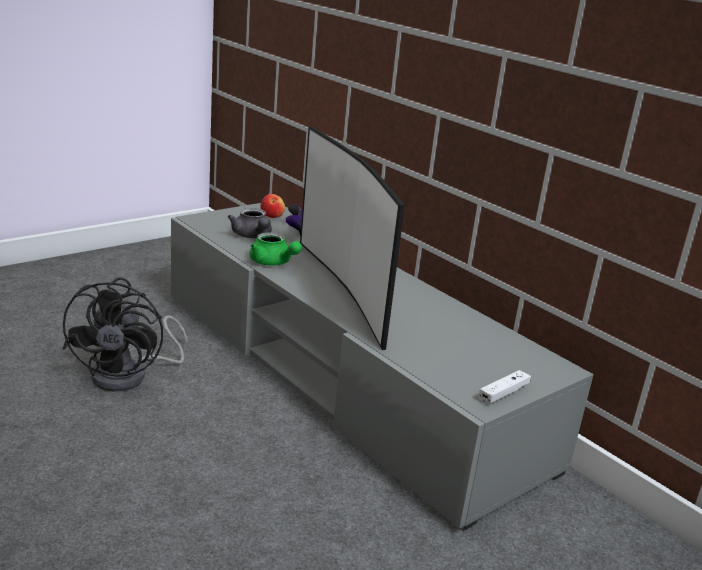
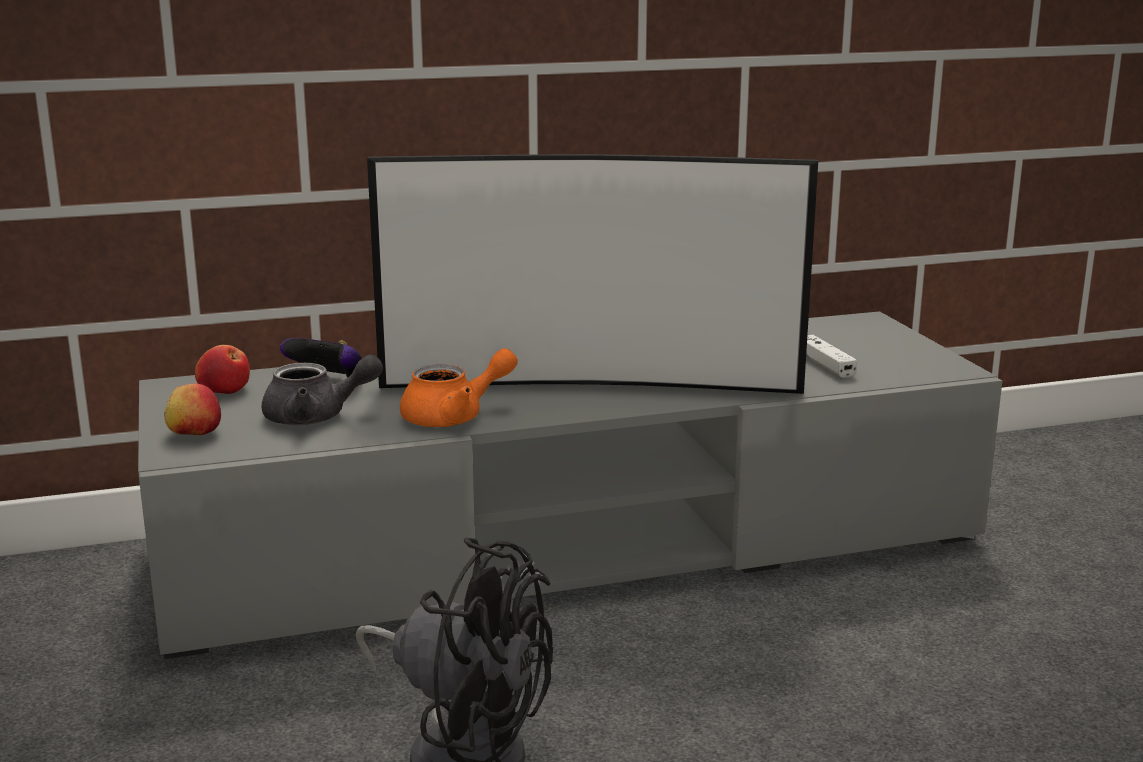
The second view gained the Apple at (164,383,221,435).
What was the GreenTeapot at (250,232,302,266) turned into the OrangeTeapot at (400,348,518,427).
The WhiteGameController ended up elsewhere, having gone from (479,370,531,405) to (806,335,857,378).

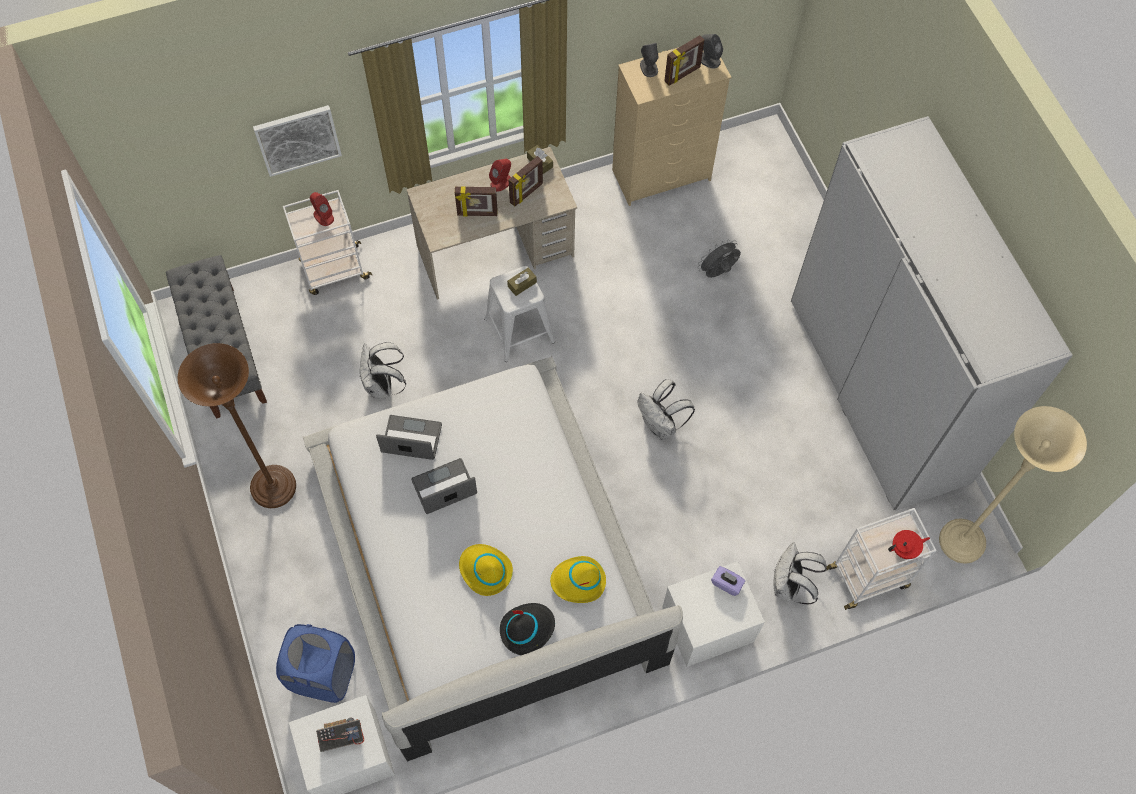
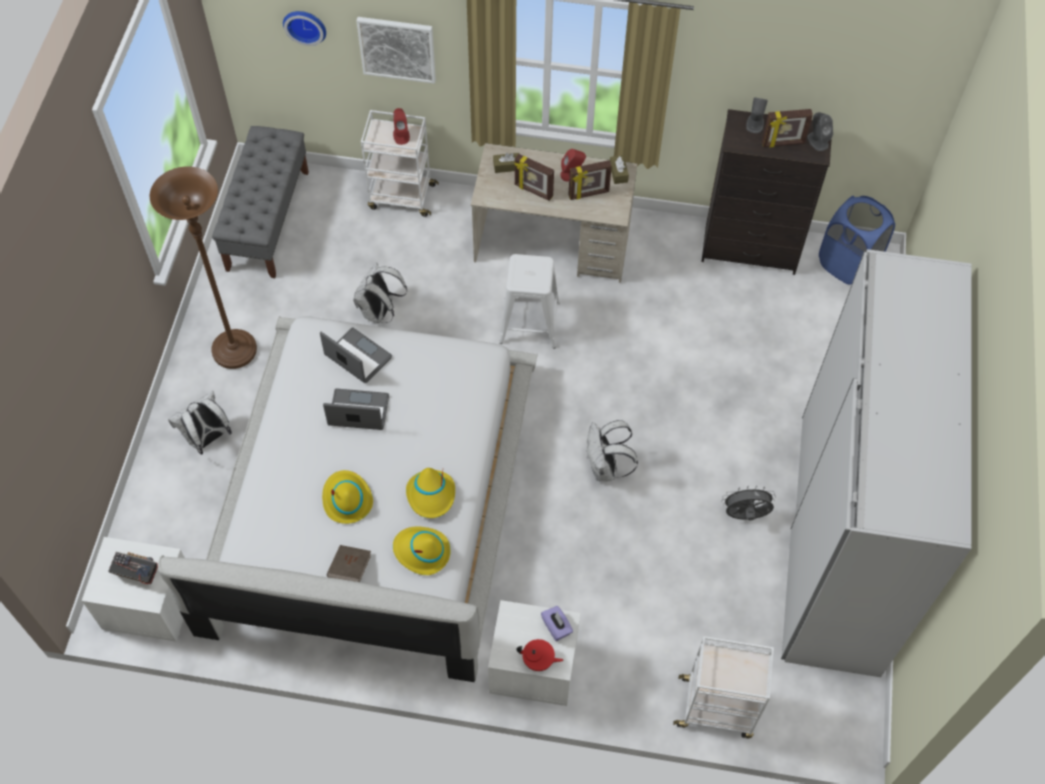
The WhiteBackpack ended up elsewhere, having gone from (773,542,827,604) to (168,391,232,455).
The second view gained the WallClock at (283,11,326,46).
Where the BlackHat stood at (500,603,555,655), the BrownBook came to stand at (327,545,371,582).
The second view gained the YellowHat at (406,468,455,518).
The BrownTissueBox ended up elsewhere, having gone from (507,267,537,296) to (493,153,519,173).
The RedTeapot ended up elsewhere, having gone from (888,530,930,559) to (516,639,563,671).
What was the BeigeDresser at (612,47,731,206) turned into the BlackDresser at (701,109,832,275).
The GreyFan ended up elsewhere, having gone from (697,239,741,278) to (721,485,776,520).
The BlueLaundryBasket ended up elsewhere, having gone from (276,624,355,703) to (819,196,895,285).
The second view lost the BeigeFloorLamp at (939,406,1087,563).

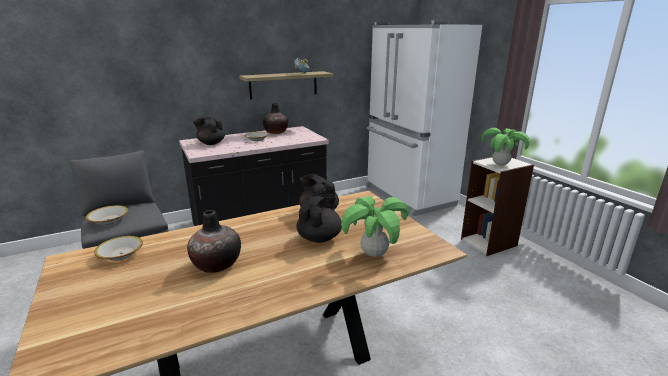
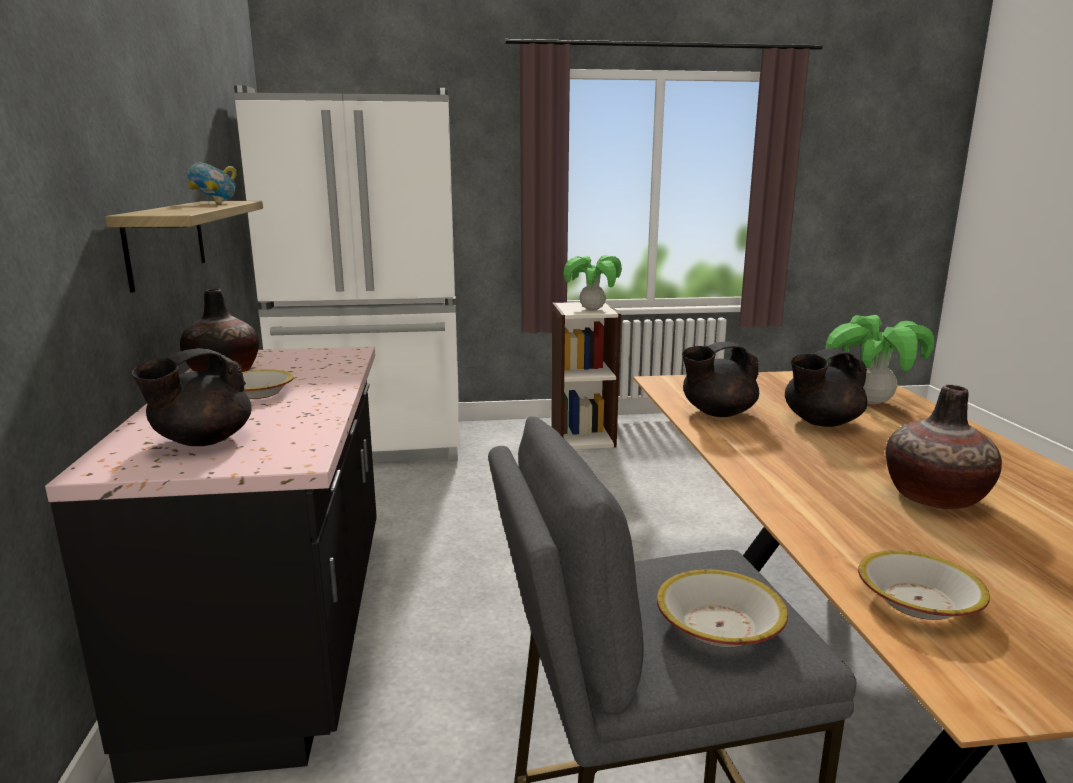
The BlackTeapot at (296,194,342,243) ended up facing another way, 75 degrees counterclockwise from before.

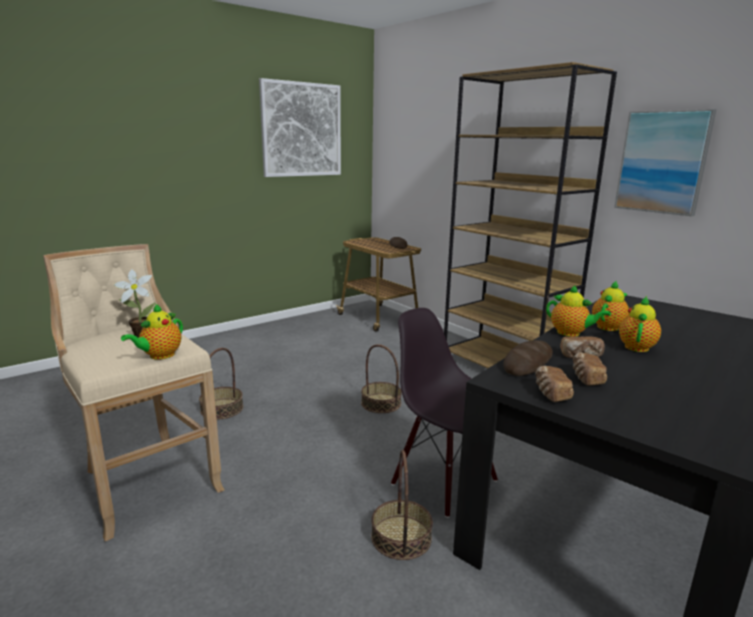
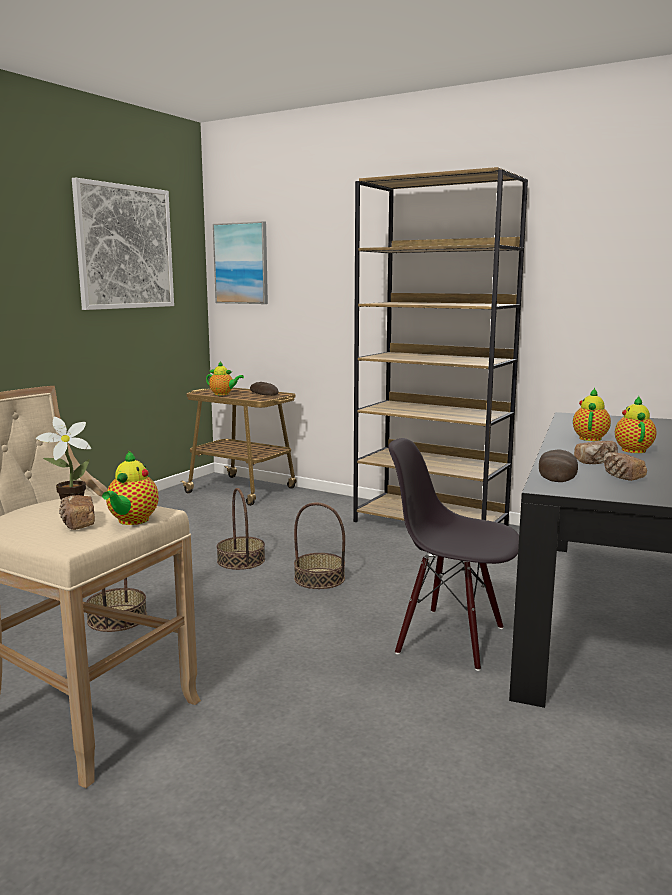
The Bread ended up elsewhere, having gone from (535,366,574,402) to (59,495,95,530).
The Teapot ended up elsewhere, having gone from (546,285,611,337) to (206,361,244,395).
The Picture ended up elsewhere, having gone from (614,109,717,216) to (213,221,268,304).
The Basket ended up elsewhere, having gone from (371,450,433,560) to (217,488,265,570).

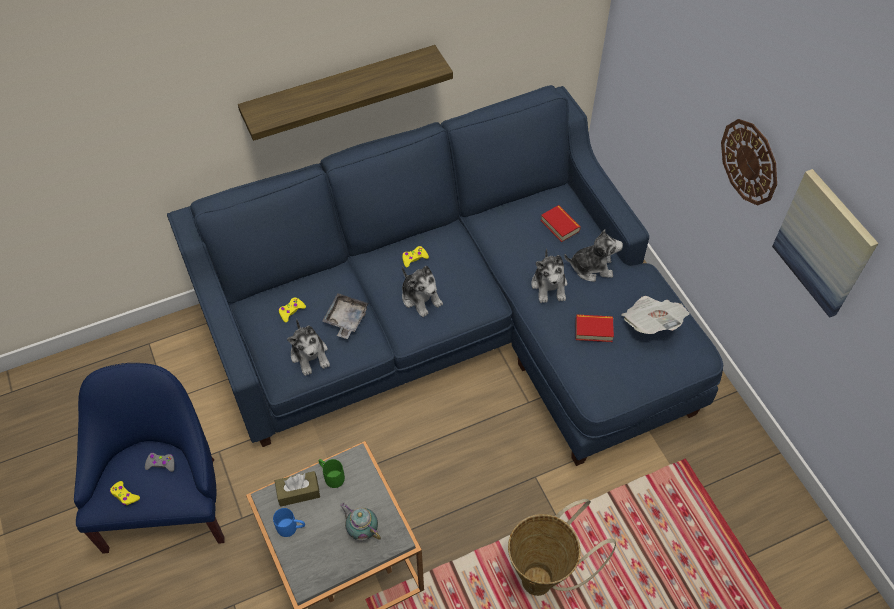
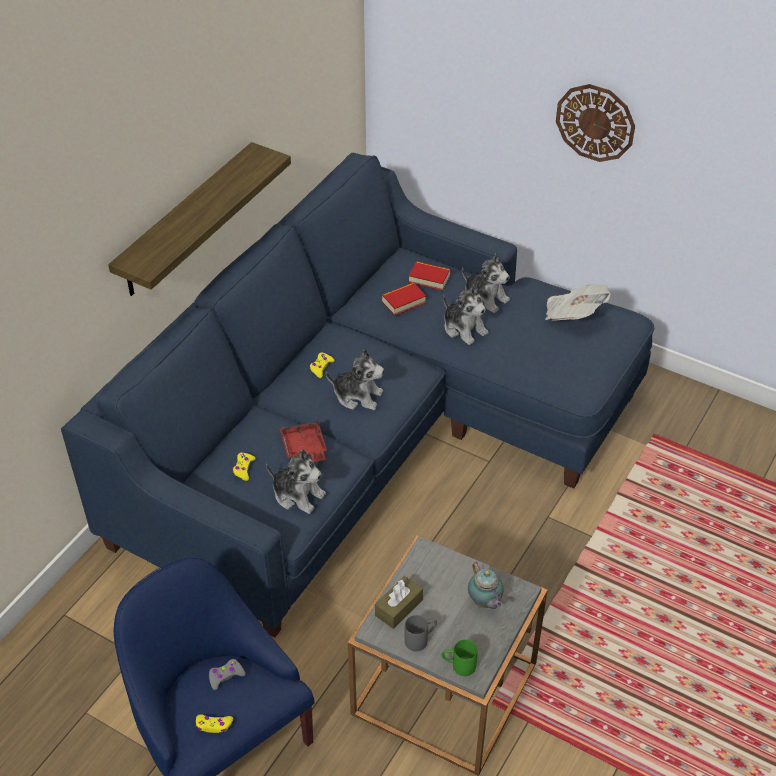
What was the GreyTray at (322,293,369,339) turned into the RedTray at (280,420,327,462).
The Book ended up elsewhere, having gone from (576,314,614,342) to (382,282,426,316).
What was the BlueMug at (273,508,305,537) turned into the GreyMug at (404,615,437,651).
The GreenMug ended up elsewhere, having gone from (319,459,345,488) to (441,639,478,676).
The PlushToy at (564,229,623,282) ended up facing another way, 75 degrees clockwise from before.
The Teapot at (340,502,381,540) ended up facing another way, 120 degrees counterclockwise from before.
The second view lost the Basket at (508,499,616,596).
The second view lost the Picture at (772,169,878,318).

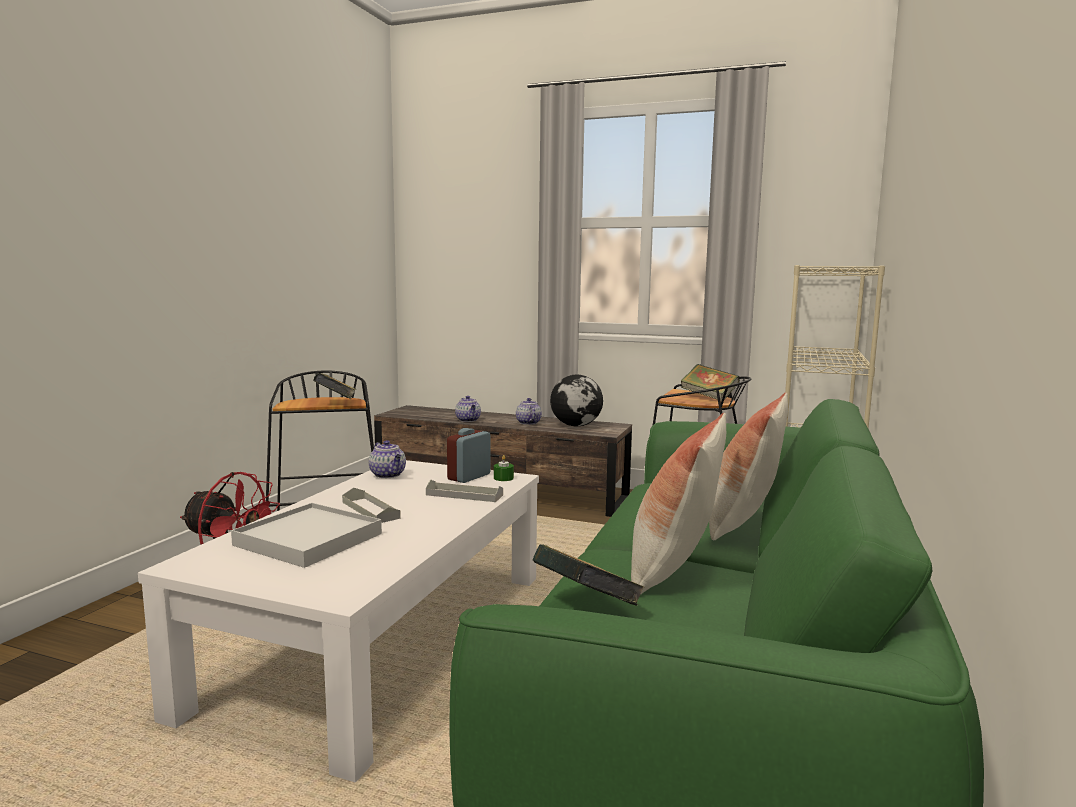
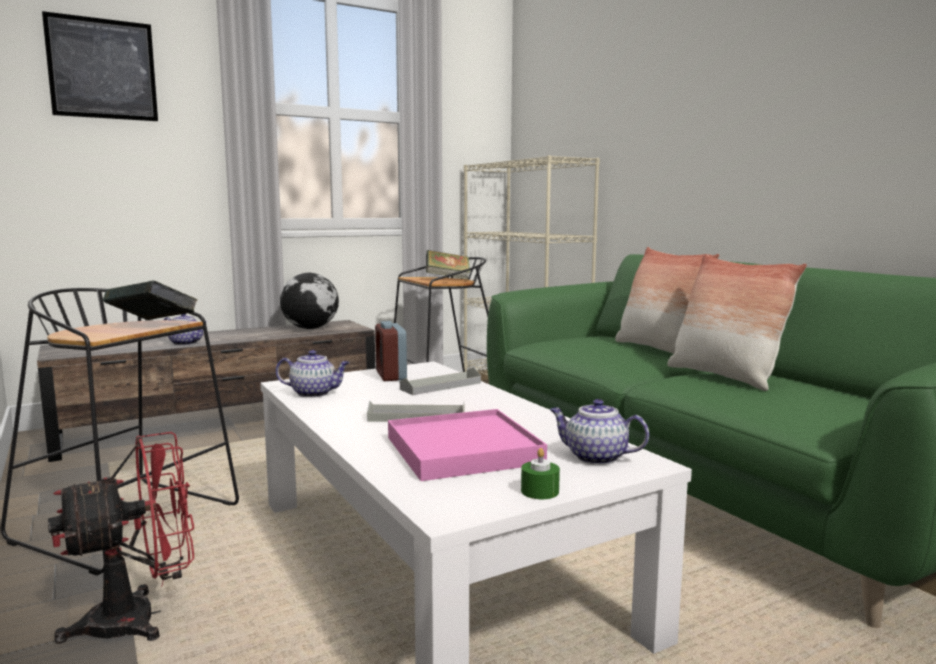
The second view gained the Picture at (42,11,158,121).
What was the WhiteTray at (231,503,382,568) turned into the PinkTray at (388,409,547,481).
The GreenCandle ended up elsewhere, having gone from (494,455,514,481) to (521,448,560,499).
The Teapot ended up elsewhere, having gone from (516,398,542,425) to (550,399,649,465).
The second view lost the Book at (533,544,645,605).

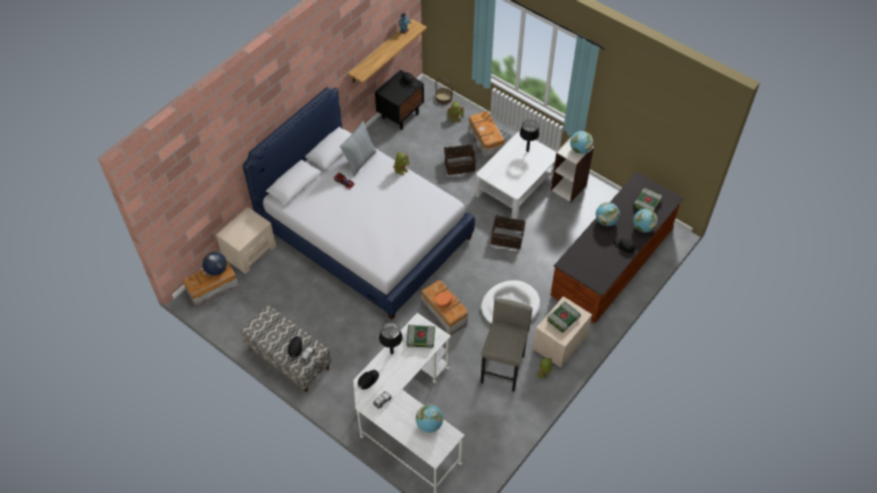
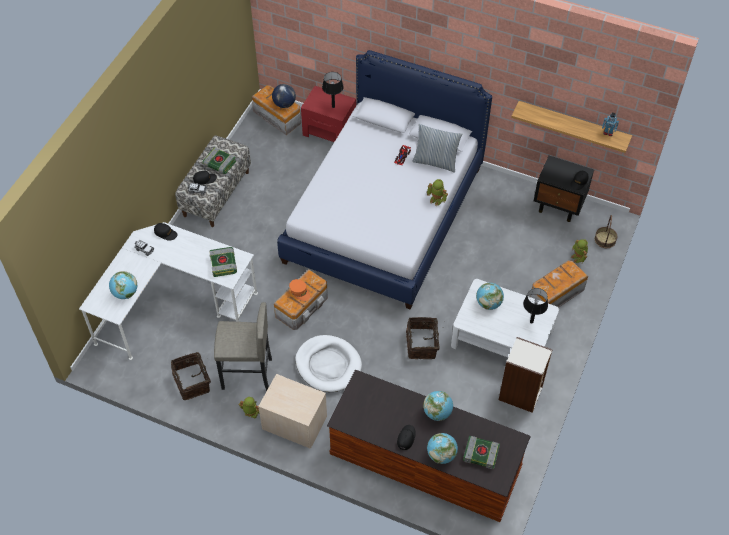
The Basket ended up elsewhere, having gone from (444,144,476,175) to (171,352,211,400).
The Book ended up elsewhere, having gone from (547,302,581,332) to (202,147,236,174).
What was the BeigeNightstand at (216,207,276,274) turned into the RedNightstand at (301,86,356,142).
The BlackTableLamp ended up elsewhere, having gone from (379,322,403,354) to (322,72,344,108).
The Globe ended up elsewhere, having gone from (570,131,593,154) to (476,283,504,310).

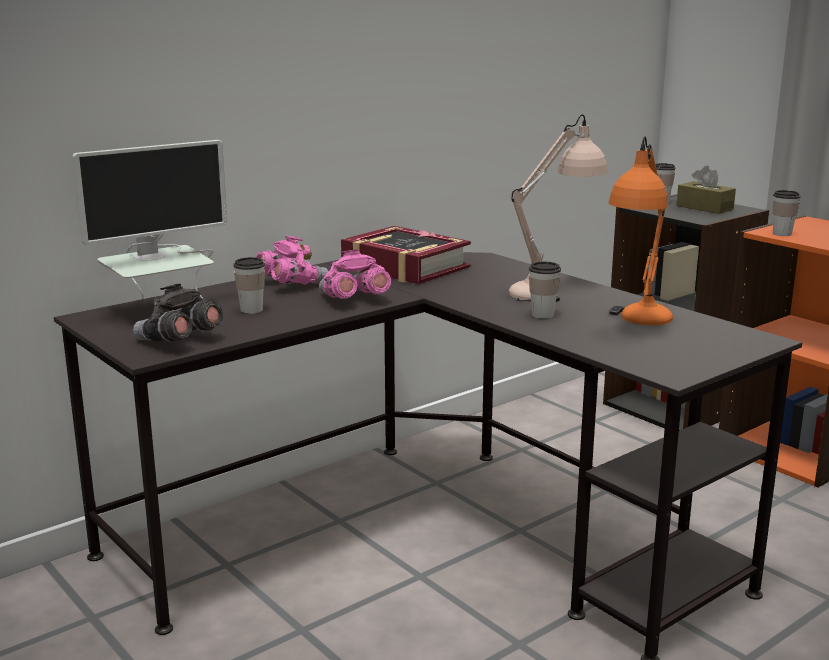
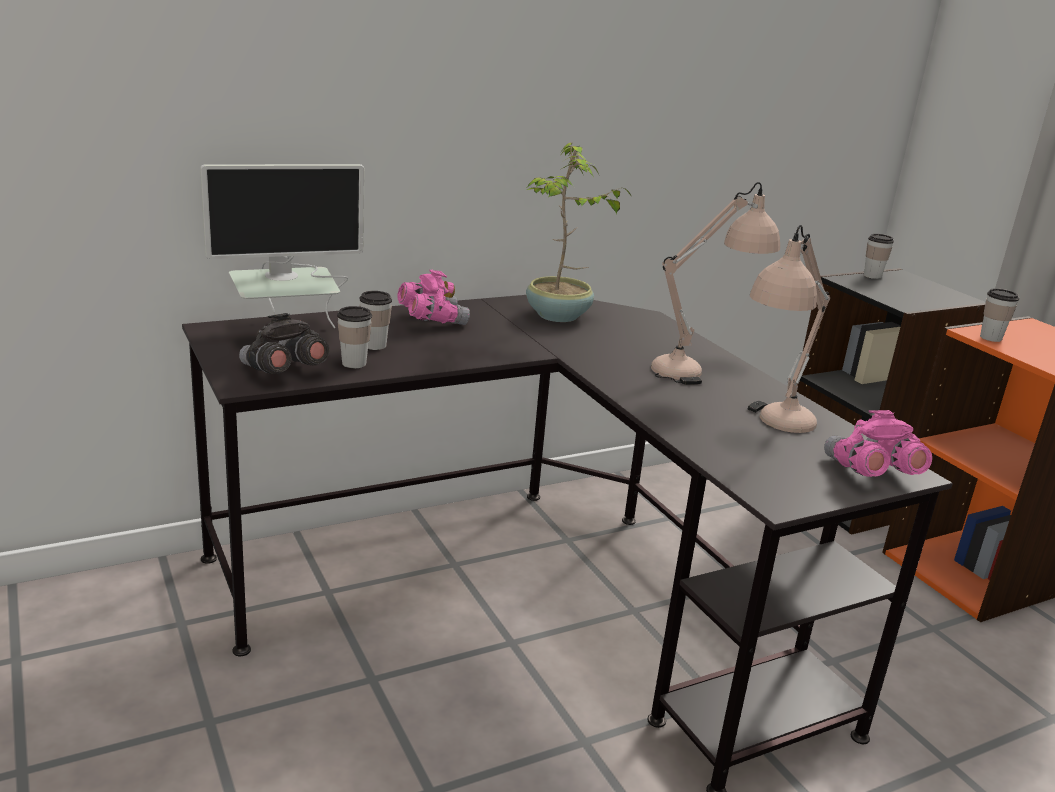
The Cup ended up elsewhere, having gone from (529,262,561,319) to (337,306,372,368).
Where the Book stood at (341,226,471,284), the PottedPlant came to stand at (526,143,632,322).
What was the OrangeTableLamp at (609,136,673,325) turned into the BeigeTableLamp at (748,225,830,433).
The PinkBinoculars ended up elsewhere, having gone from (319,249,391,299) to (824,410,932,477).
The second view lost the BrownTissueBox at (676,166,736,214).

